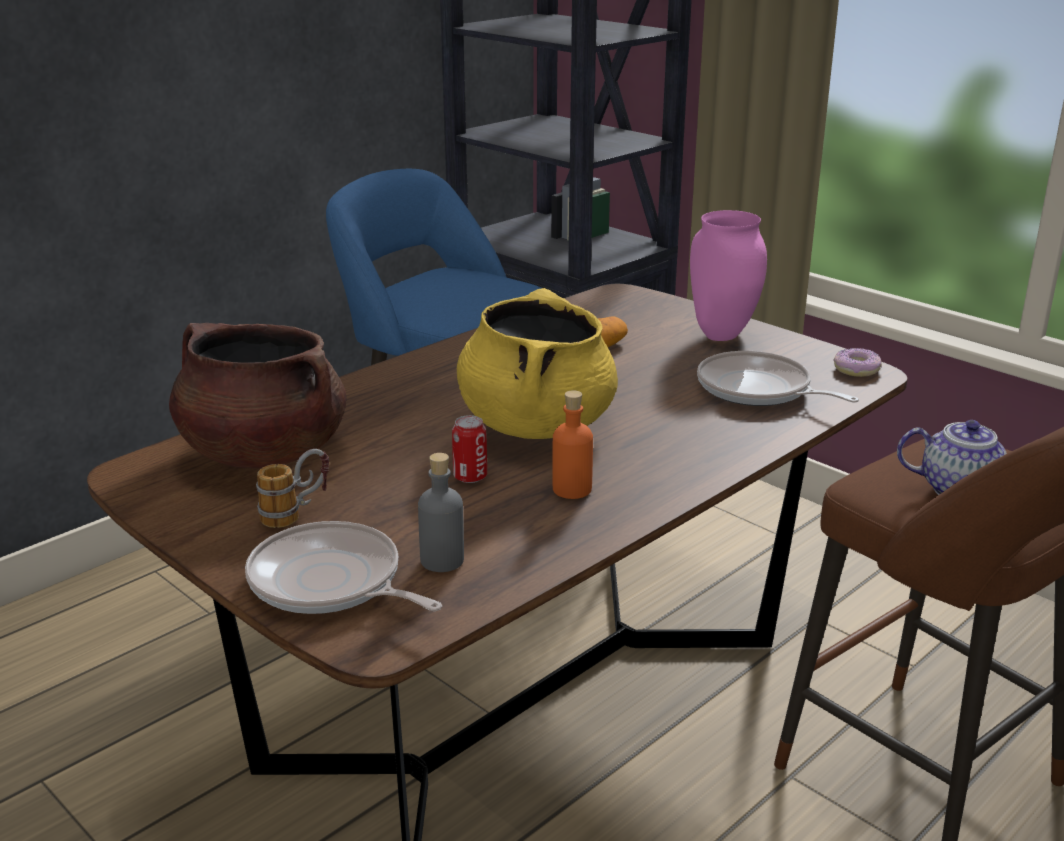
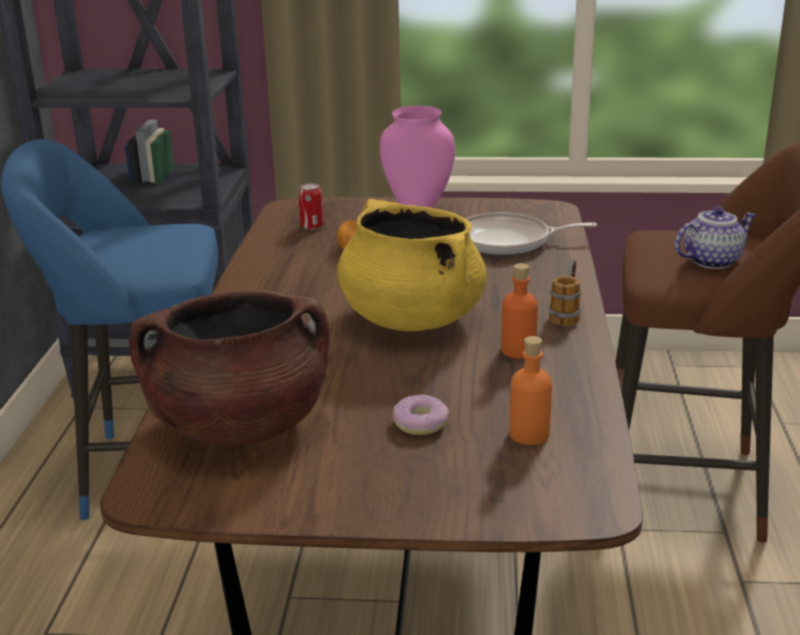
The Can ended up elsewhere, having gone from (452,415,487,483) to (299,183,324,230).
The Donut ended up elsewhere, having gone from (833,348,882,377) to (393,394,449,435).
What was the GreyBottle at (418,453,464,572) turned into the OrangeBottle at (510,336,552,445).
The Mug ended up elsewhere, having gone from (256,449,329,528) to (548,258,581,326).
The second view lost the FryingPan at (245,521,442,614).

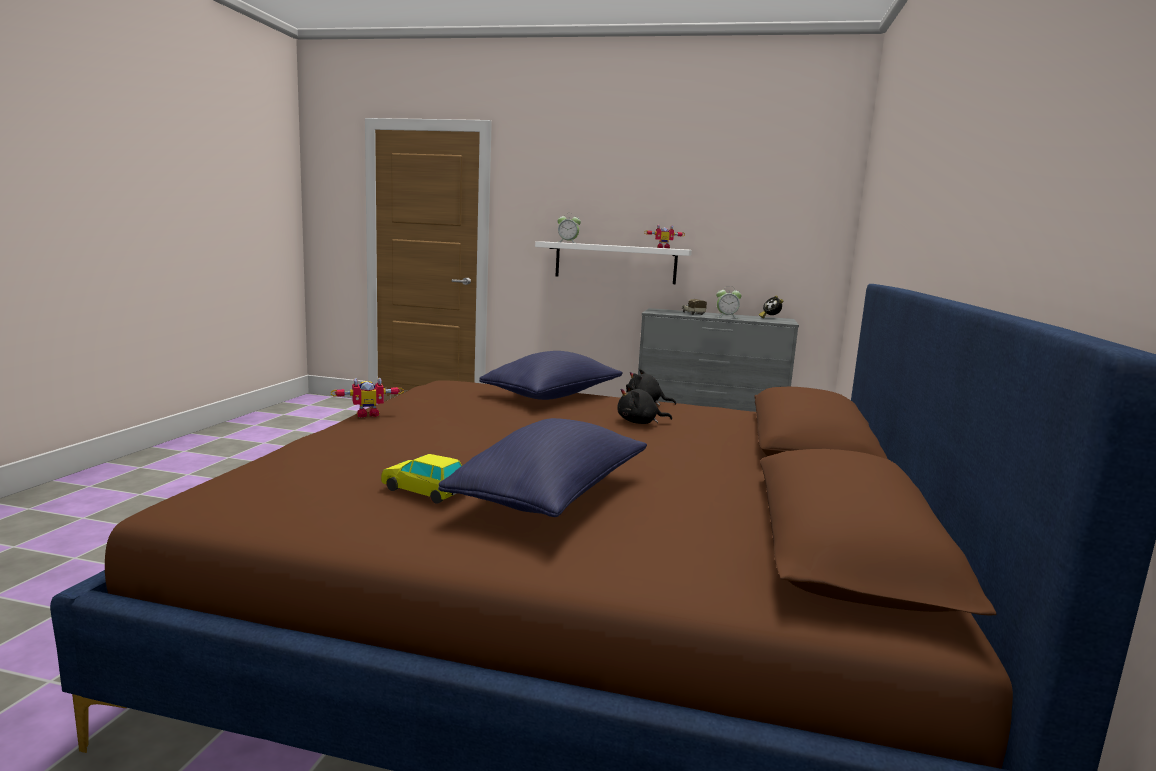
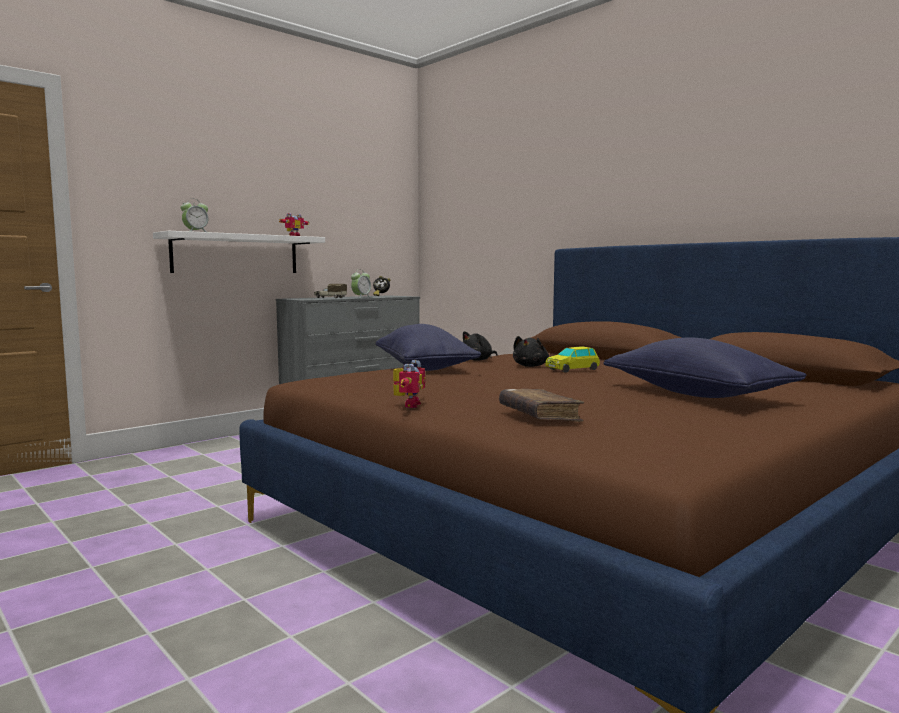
The second view gained the BrownBook at (499,389,584,422).
The ToyCar ended up elsewhere, having gone from (381,454,462,504) to (545,346,600,373).

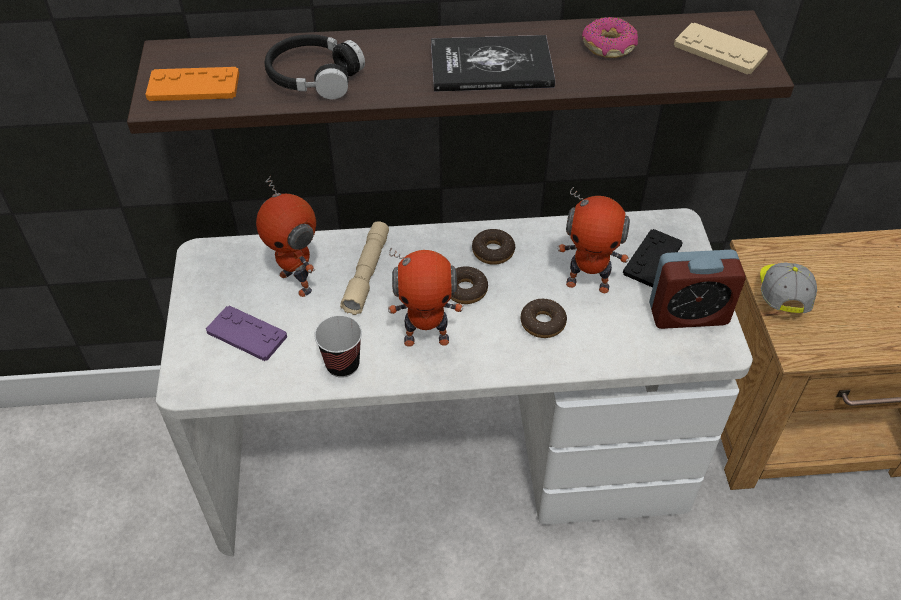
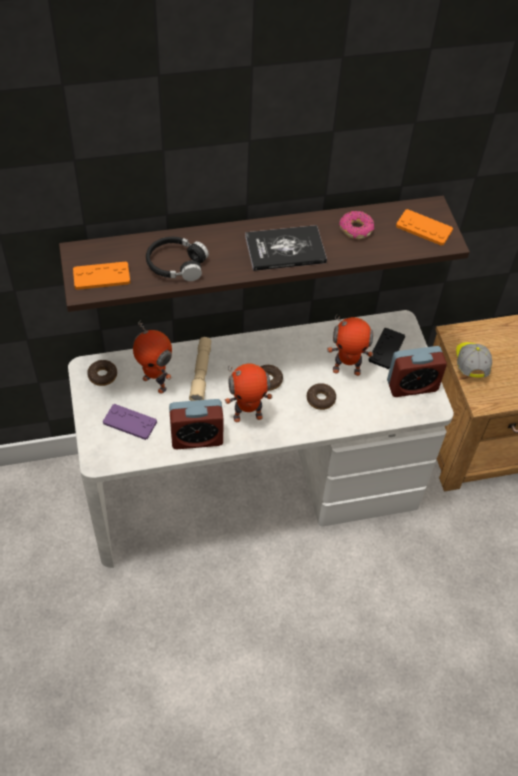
The Donut ended up elsewhere, having gone from (472,229,515,265) to (87,360,117,386).
Where the Cup stood at (315,315,362,378), the AlarmClock came to stand at (169,399,224,449).
What was the BeigeGameController at (674,22,768,75) turned into the OrangeGameController at (396,209,453,246).

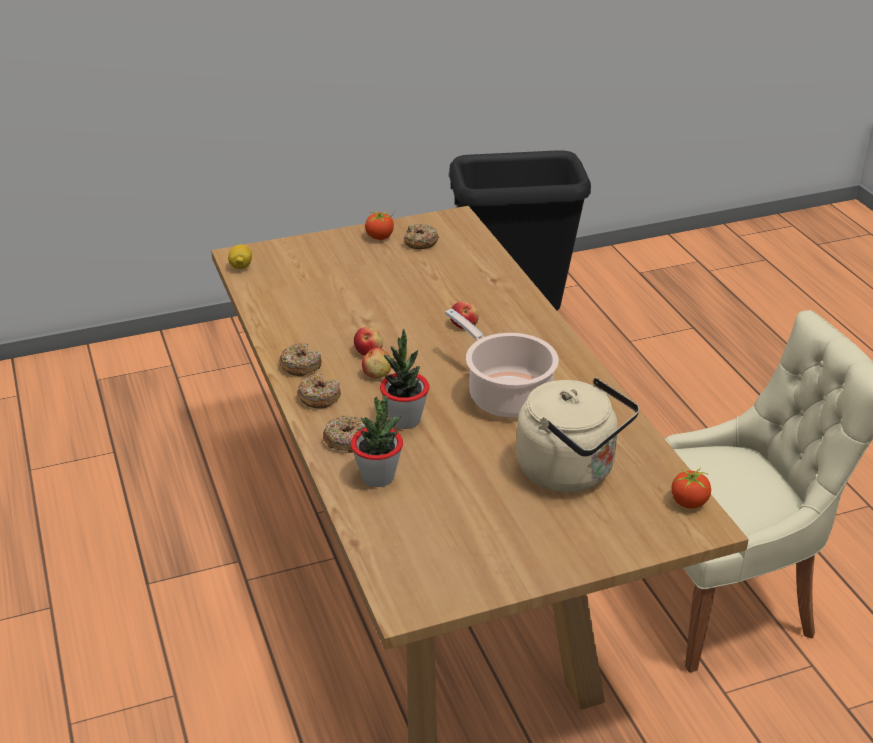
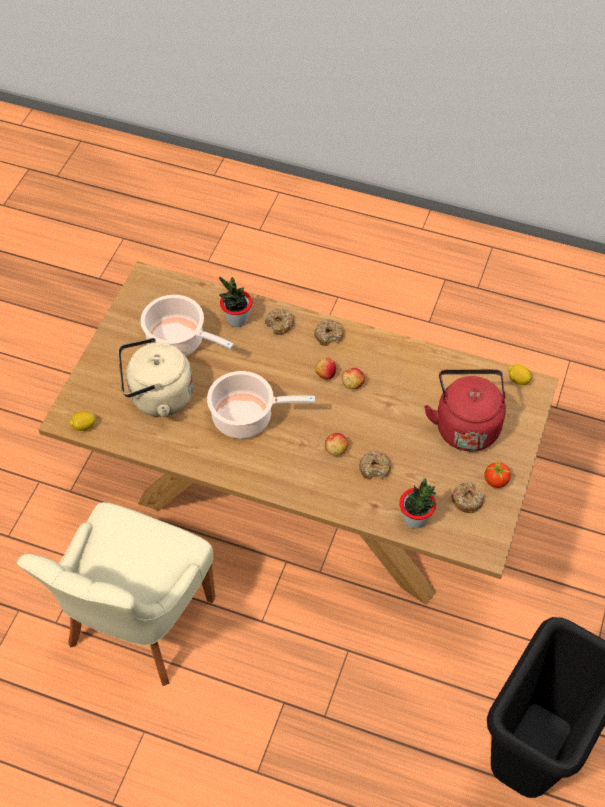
Where the Tomato stood at (672,467,711,509), the Lemon came to stand at (69,411,96,431).
The second view gained the CookingPot at (141,295,234,356).
The Donut ended up elsewhere, having gone from (279,342,322,376) to (359,451,391,480).
The PottedPlant ended up elsewhere, having gone from (380,329,429,429) to (399,478,436,529).
The second view gained the RedKettle at (424,369,506,451).

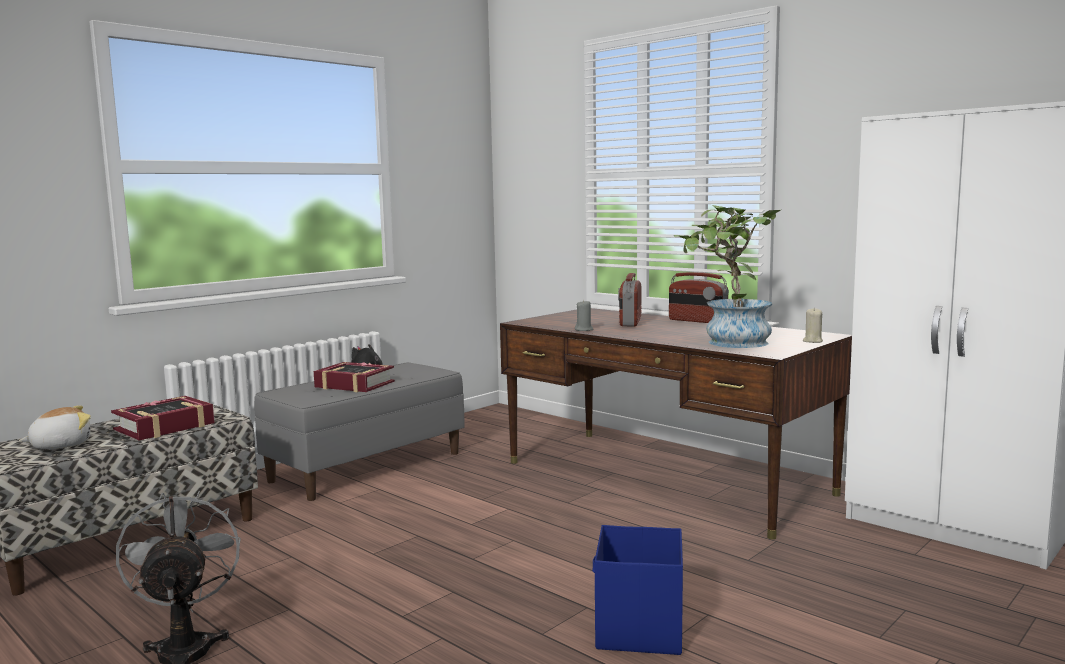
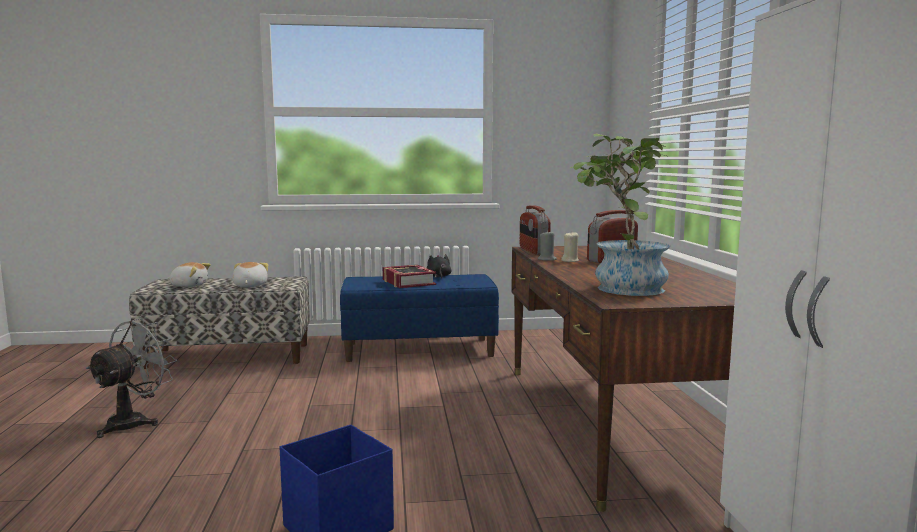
Where the Book stood at (111,396,215,440), the PlushToy came to stand at (232,262,268,287).
What was the GreyBench at (254,362,465,501) turned into the BlueBench at (340,274,499,362).
The Radio ended up elsewhere, having gone from (669,272,729,323) to (519,205,551,254).
The BeigeCandle ended up elsewhere, having gone from (803,309,823,343) to (561,231,579,262).

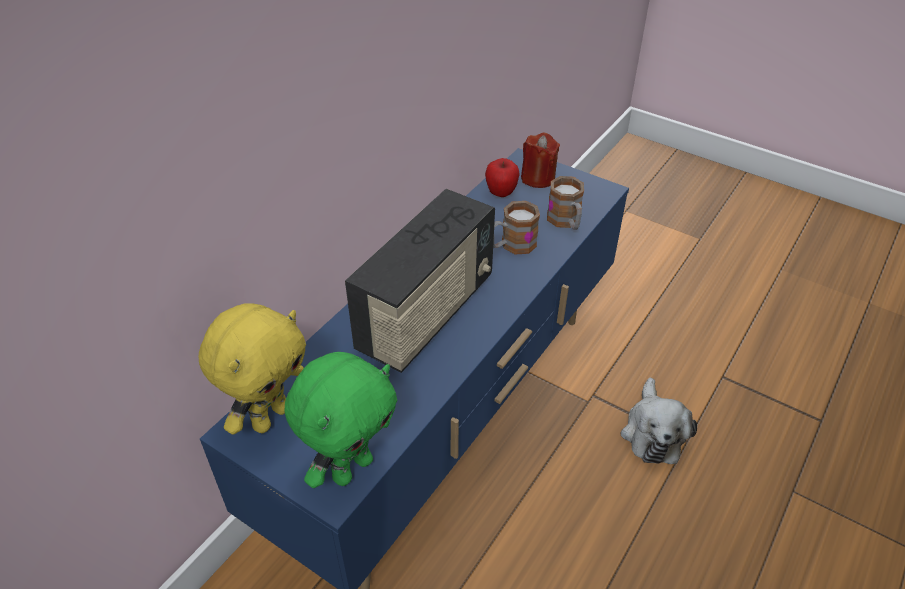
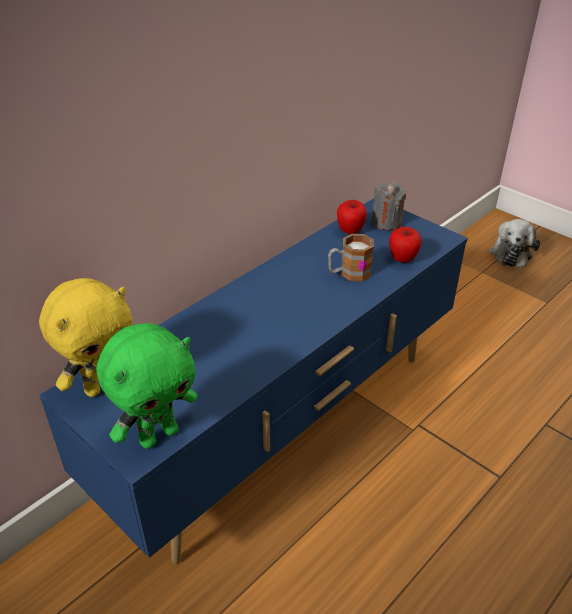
What was the RedCandle at (521,132,560,188) turned into the GreyCandle at (371,182,406,230).
Where the Mug stood at (547,176,584,230), the Apple came to stand at (389,227,422,263).
The PlushToy ended up elsewhere, having gone from (620,378,697,464) to (489,219,540,268).
The second view lost the Radio at (345,189,495,373).

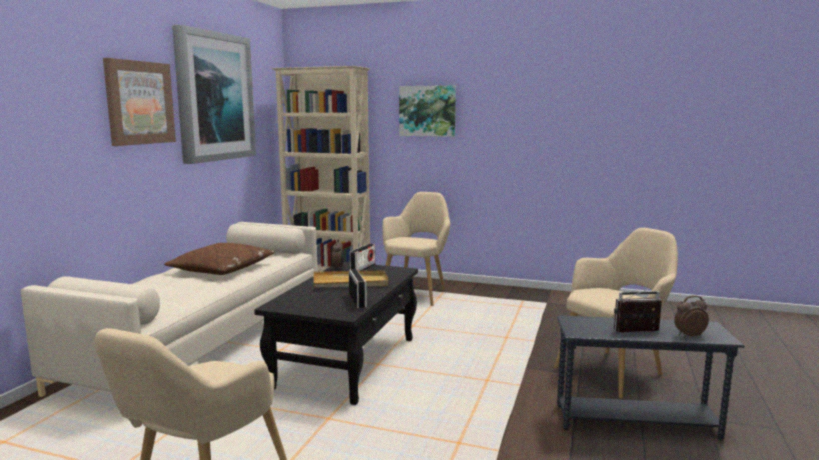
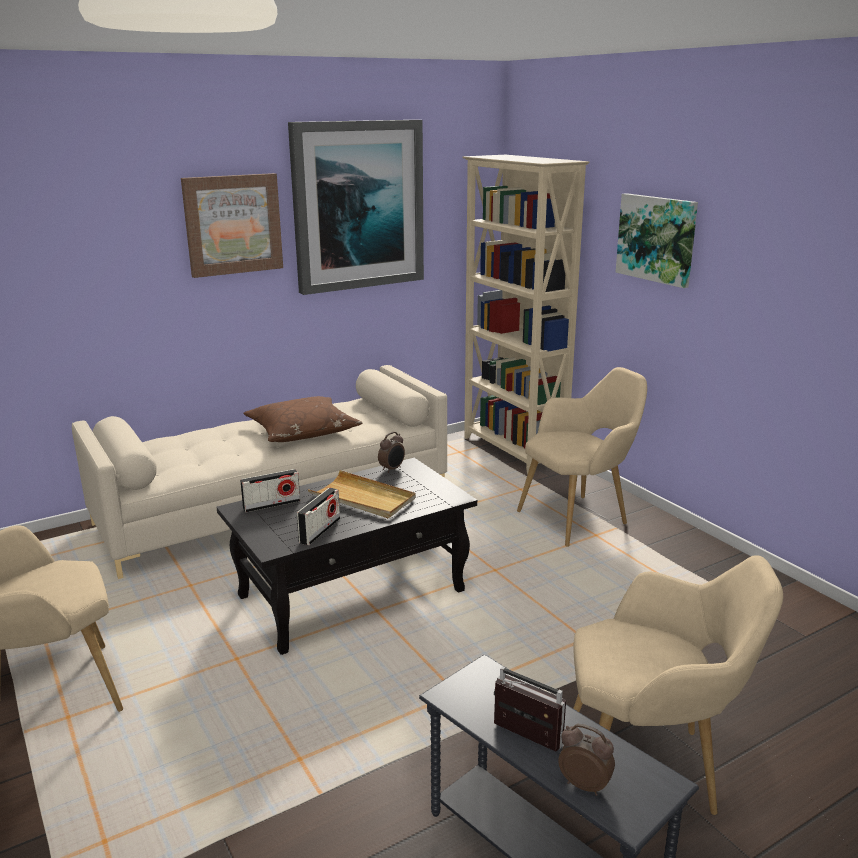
The Radio ended up elsewhere, having gone from (349,243,375,271) to (240,469,300,512).

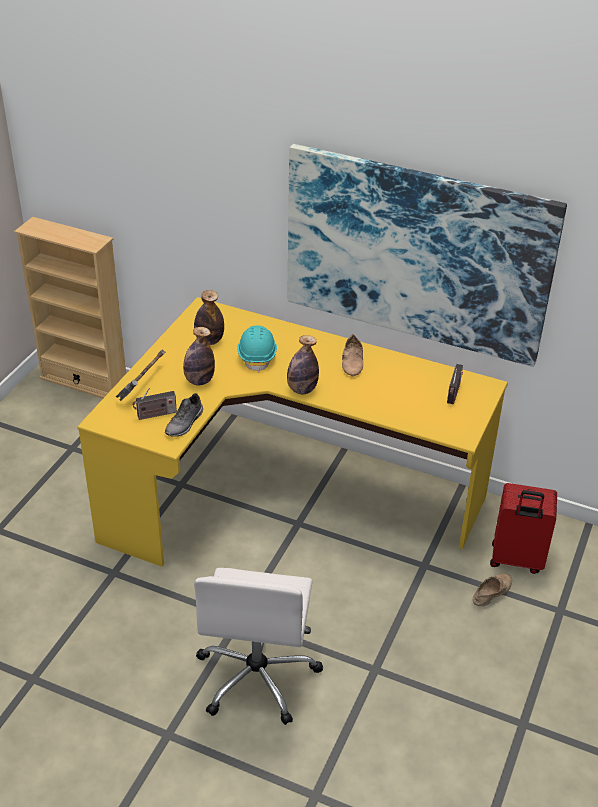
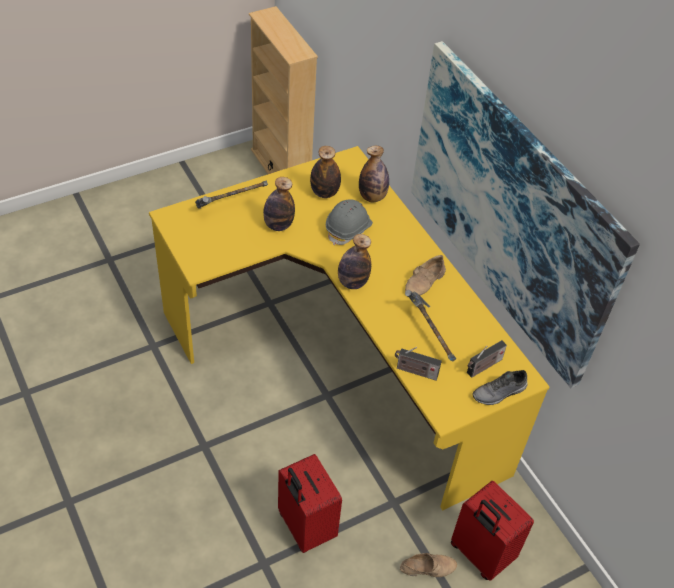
The second view gained the RedSuitcase at (278,454,342,553).
What was the TurquoiseHardHat at (237,325,277,373) turned into the GreyHardHat at (326,199,373,246).
The second view gained the Bottle at (359,146,389,202).
The Radio ended up elsewhere, having gone from (132,388,177,420) to (395,347,442,381).
The second view gained the Hammer at (405,290,456,362).
The GreyShoe ended up elsewhere, having gone from (165,393,203,437) to (472,370,528,405).
The second view lost the WhiteOfficeChair at (194,568,323,725).

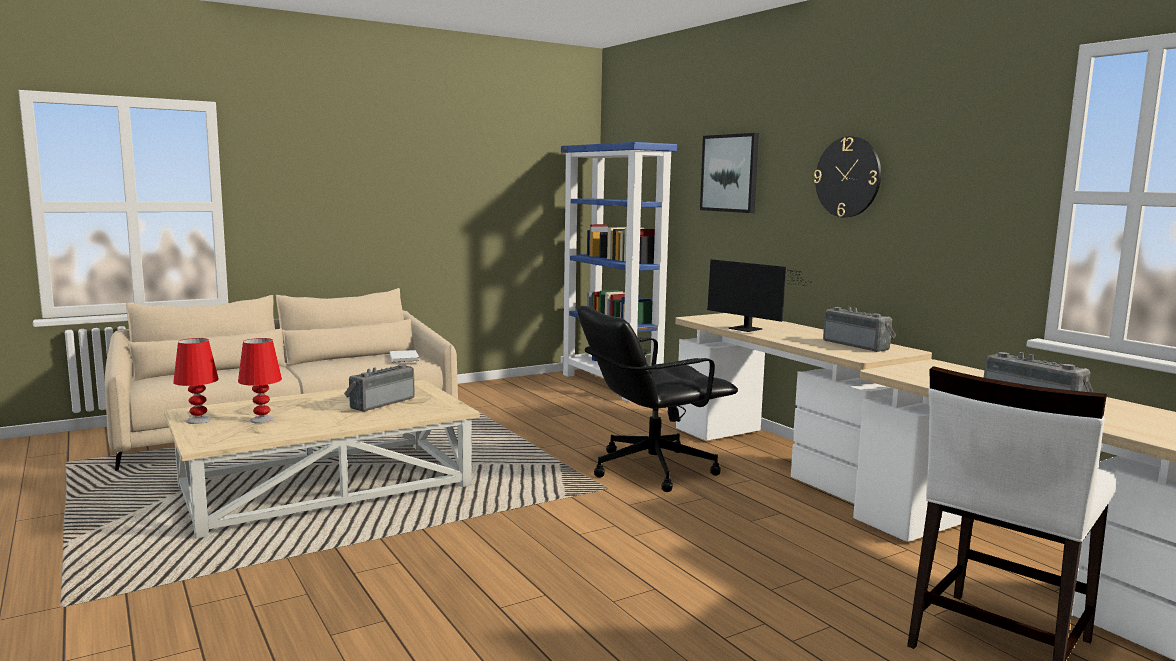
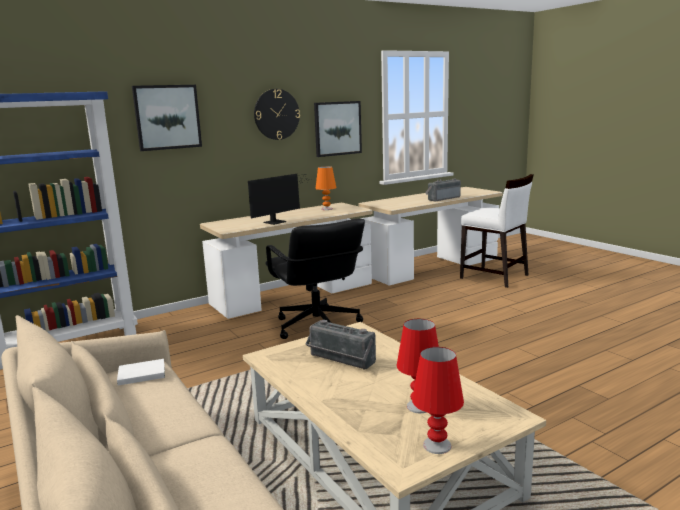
The second view gained the Picture at (314,101,362,157).
Where the Radio stood at (823,307,896,352), the OrangeTableLamp came to stand at (315,166,337,210).

